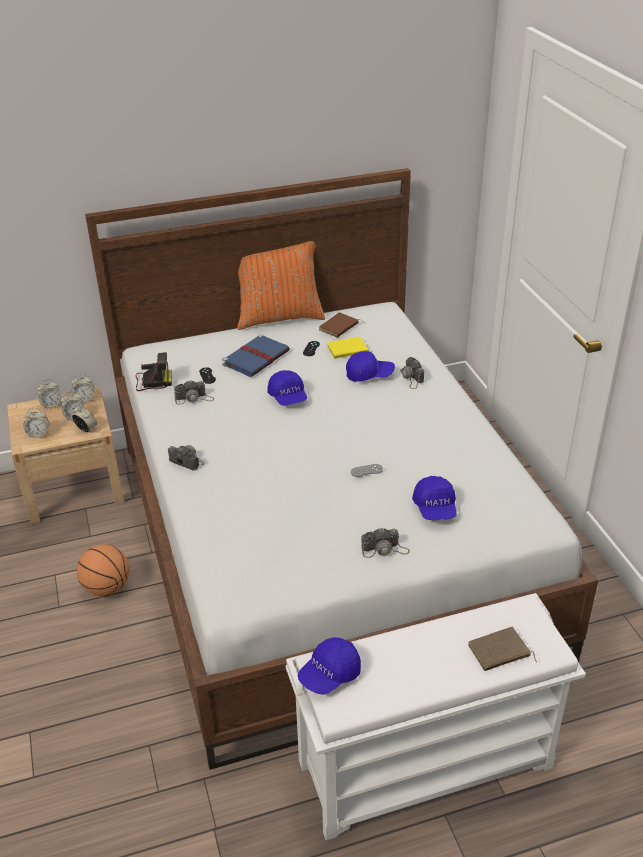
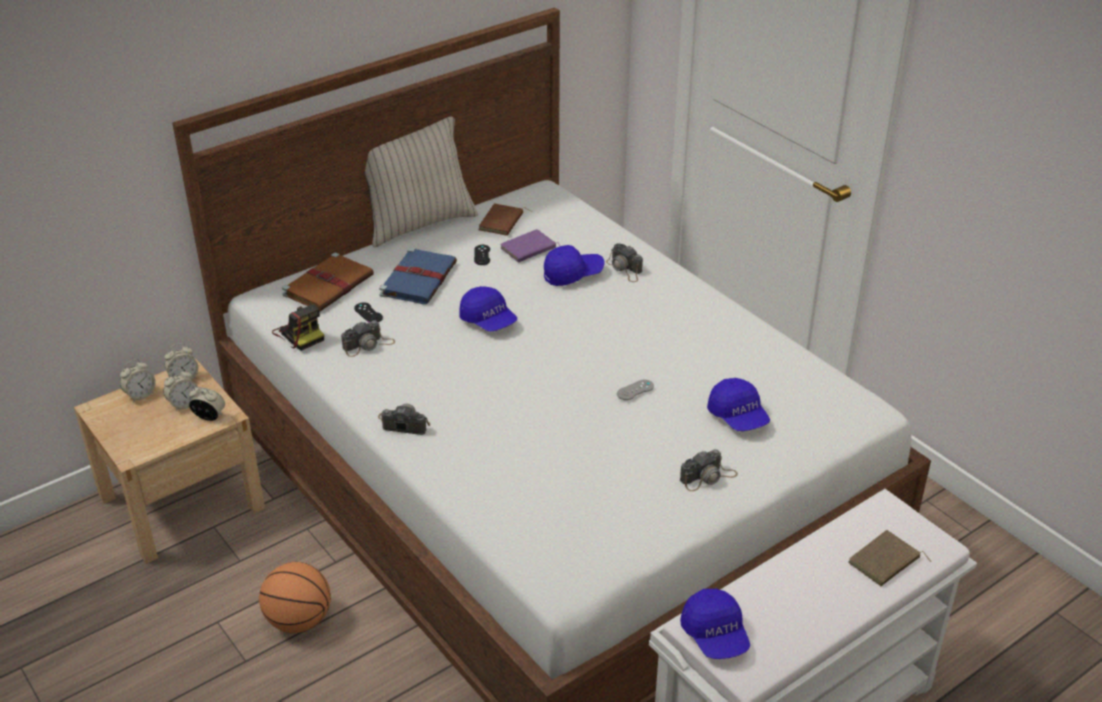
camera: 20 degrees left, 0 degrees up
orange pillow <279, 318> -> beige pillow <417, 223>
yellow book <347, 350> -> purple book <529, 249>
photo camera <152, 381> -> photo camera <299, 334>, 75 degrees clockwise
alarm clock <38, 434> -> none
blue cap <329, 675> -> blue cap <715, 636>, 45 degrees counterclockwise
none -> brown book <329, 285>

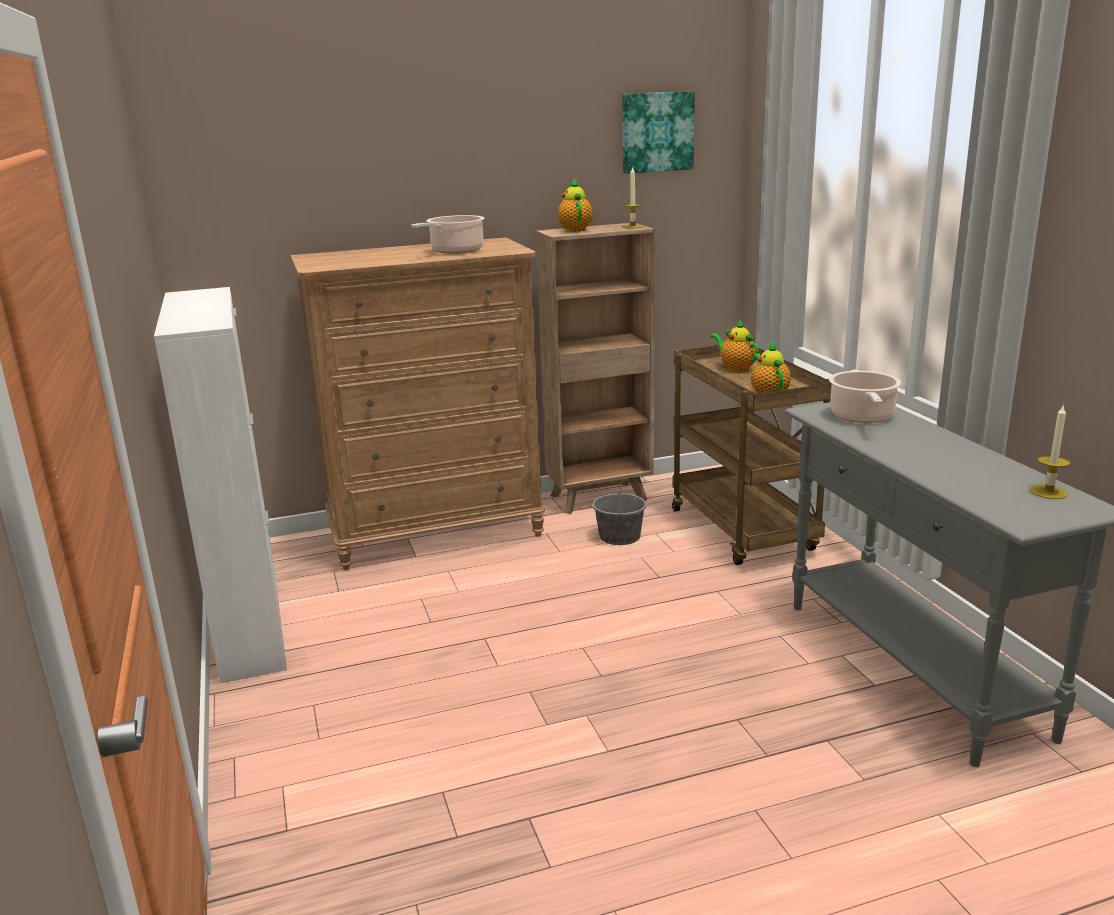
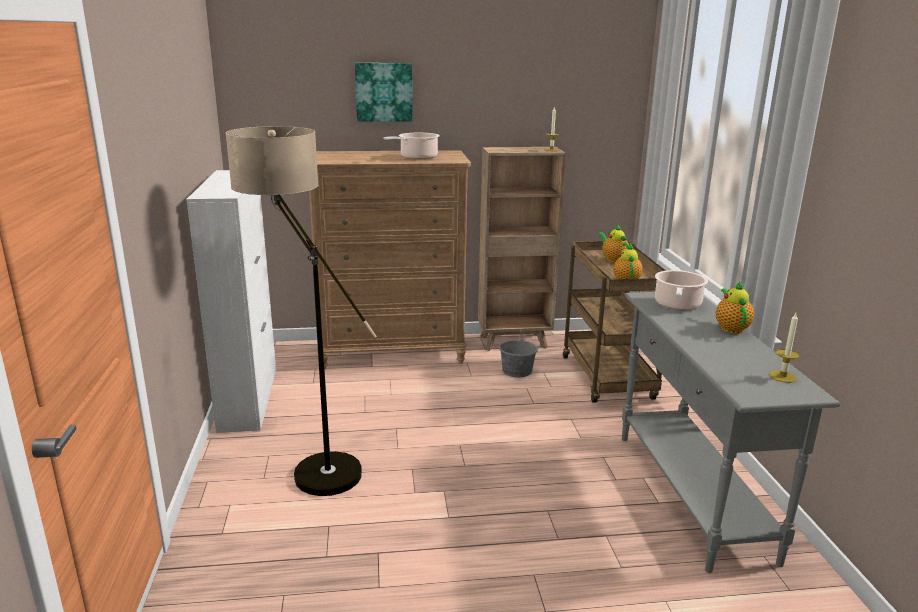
camera: 10 degrees right, 0 degrees up
picture <656, 132> -> picture <384, 92>, relocated
teapot <575, 230> -> teapot <731, 328>, relocated
none -> floor lamp <311, 465>

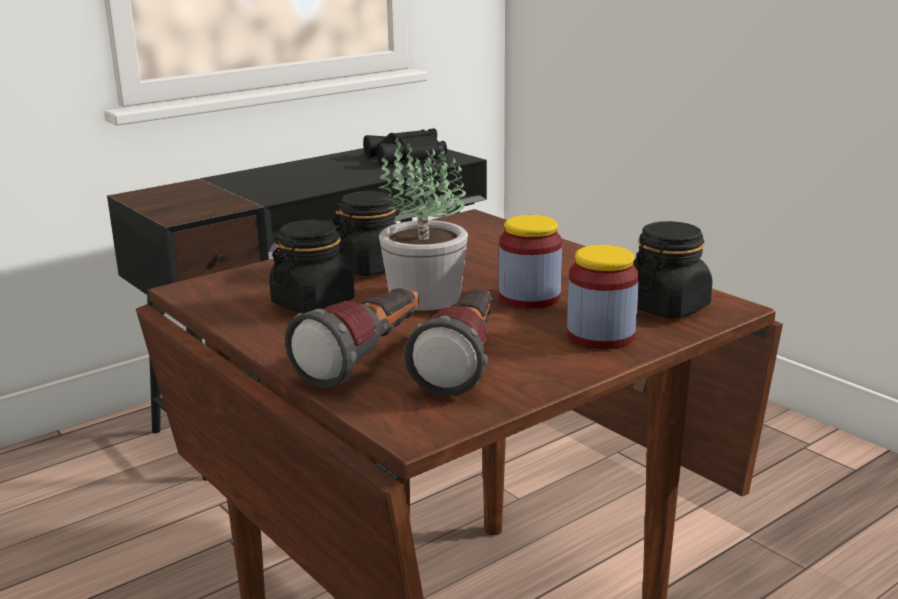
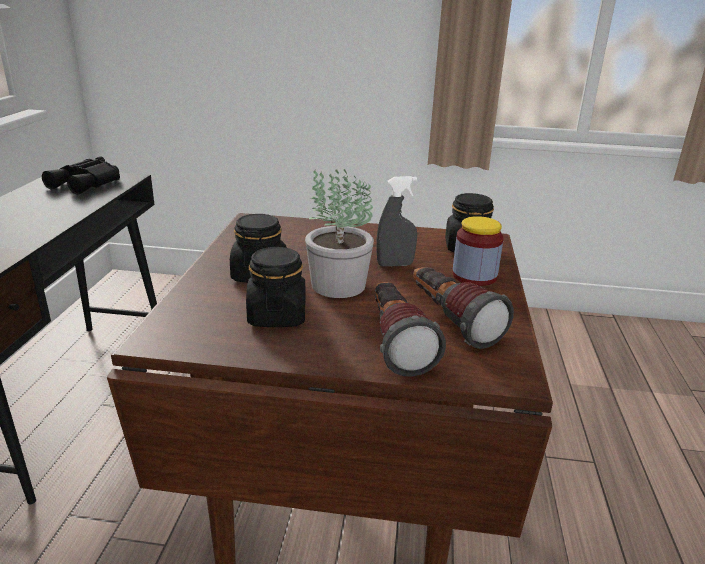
camera: 45 degrees left, 5 degrees up
jar <529, 297> -> grey spray bottle <395, 265>

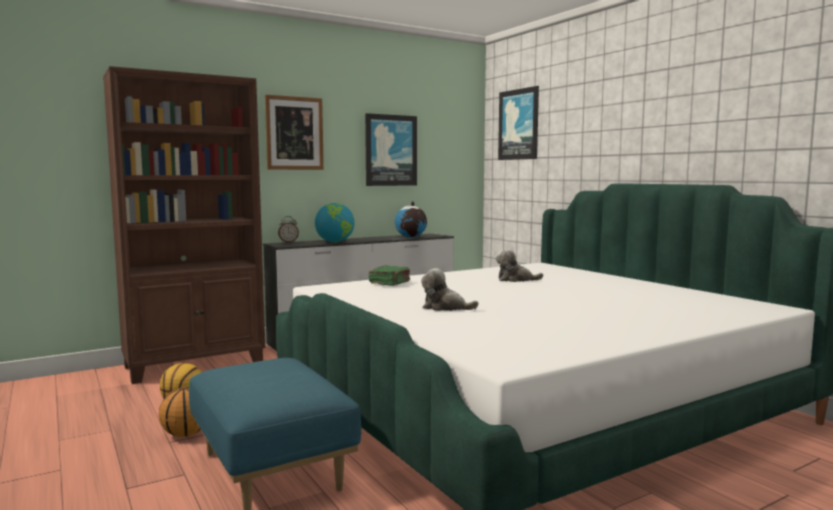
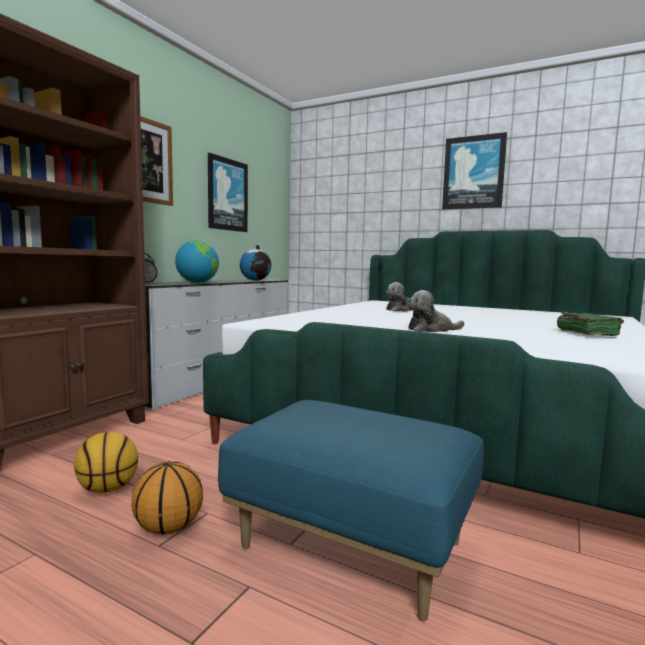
camera: 30 degrees left, 0 degrees up
picture <519, 124> -> picture <473, 172>, relocated
green book <390, 283> -> green book <587, 334>, relocated

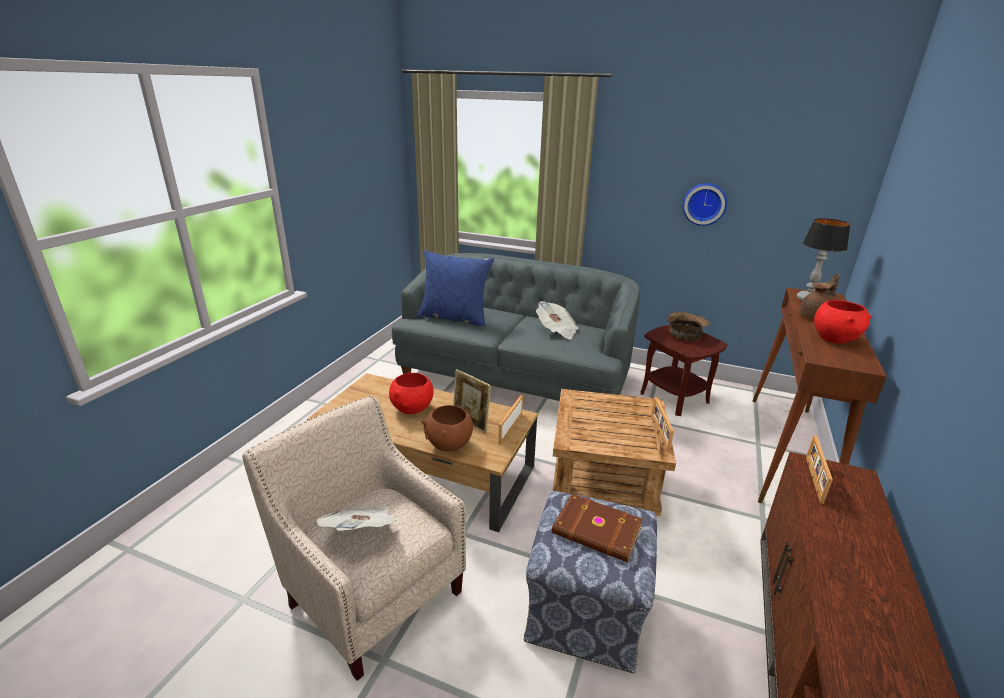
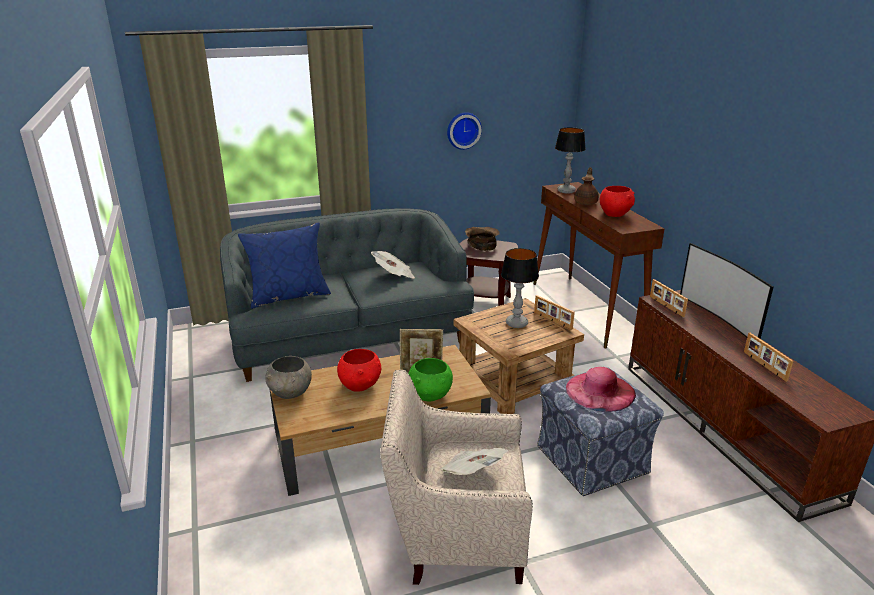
camera: 40 degrees left, 0 degrees up
picture frame <509, 428> -> picture frame <764, 366>, relocated
brown bowl <449, 445> -> green bowl <430, 396>
brown book <597, 531> -> pink hat <600, 391>
none -> television <720, 318>
none -> table lamp <516, 323>
none -> grey bowl <291, 393>

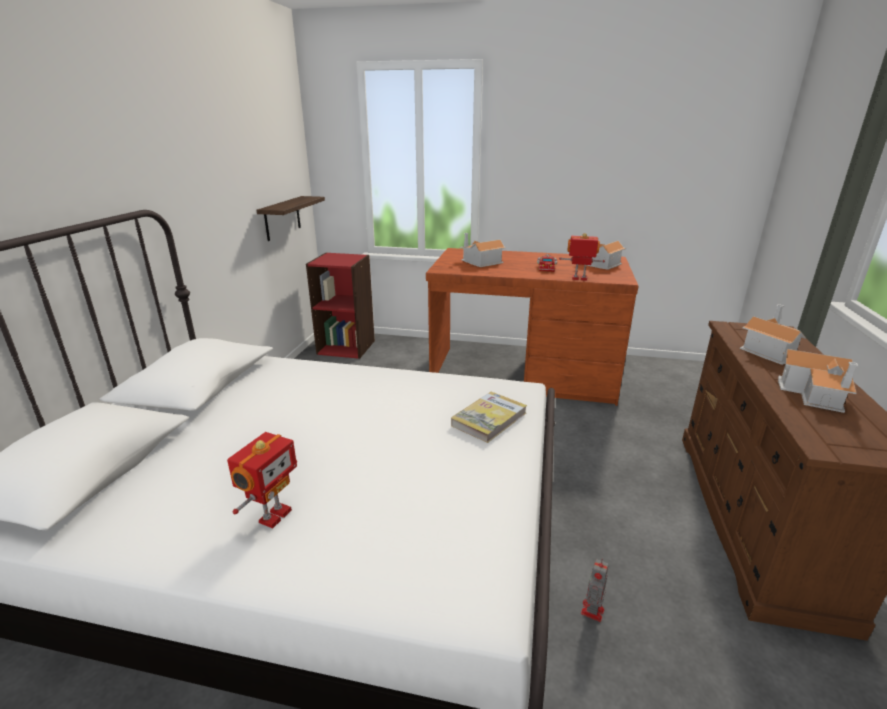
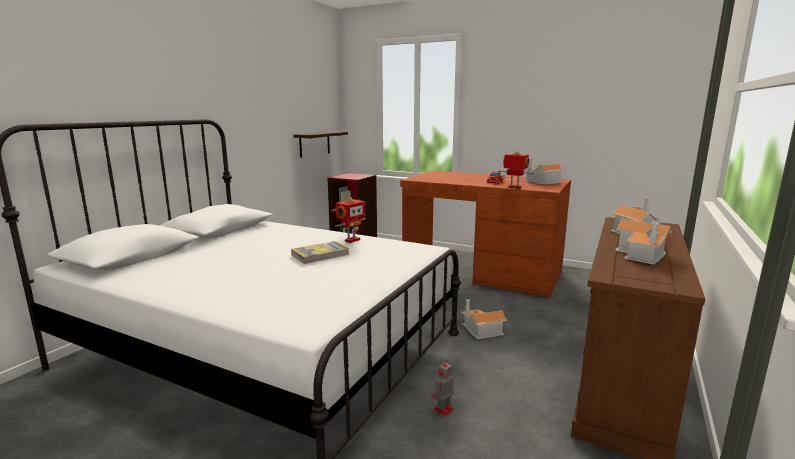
camera: 15 degrees right, 10 degrees down
toy house <480, 262> -> toy house <480, 330>, relocated
book <489, 419> -> book <320, 255>, relocated
toy robot <273, 515> -> toy robot <351, 240>, relocated

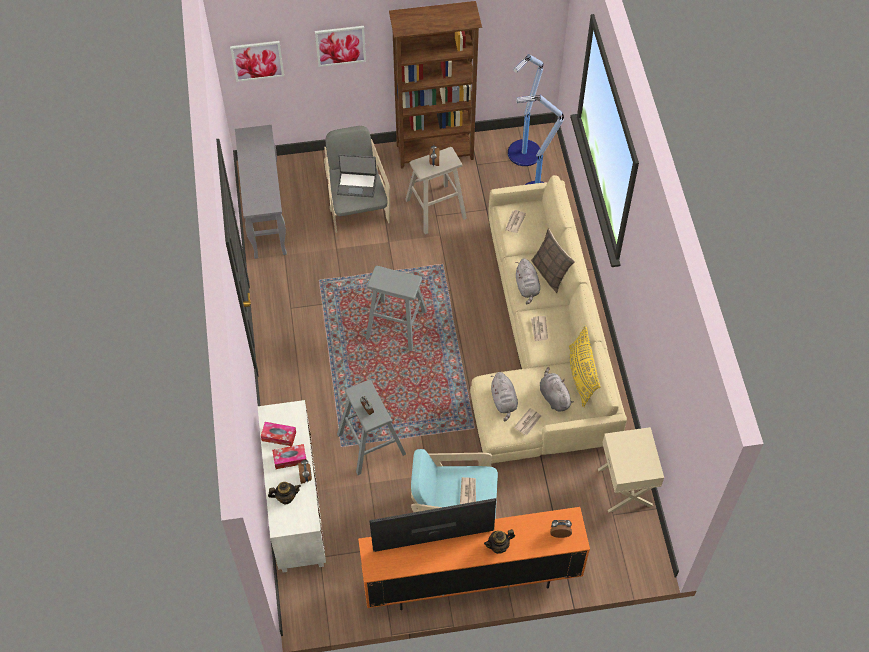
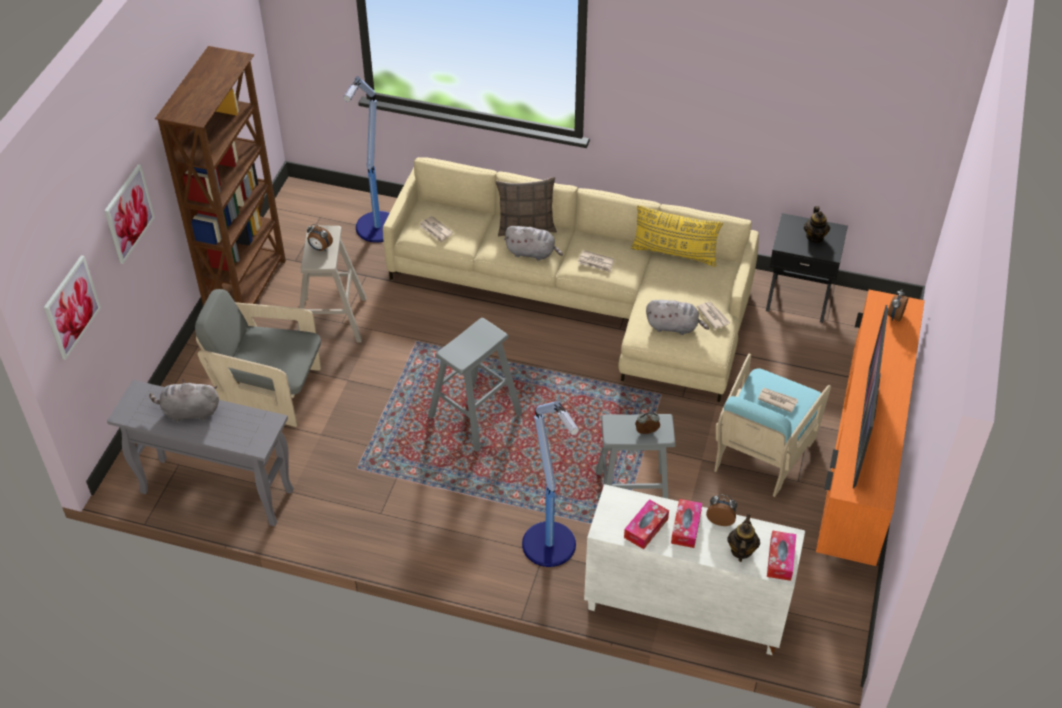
camera: 65 degrees left, 10 degrees down
floor lamp <523, 154> -> floor lamp <550, 546>, relocated
laptop <357, 184> -> none
grey plush toy <554, 396> -> grey plush toy <189, 412>, relocated
beige nightstand <626, 487> -> black nightstand <798, 297>
teapot <499, 546> -> teapot <815, 237>, relocated
none -> tissue box <780, 559>

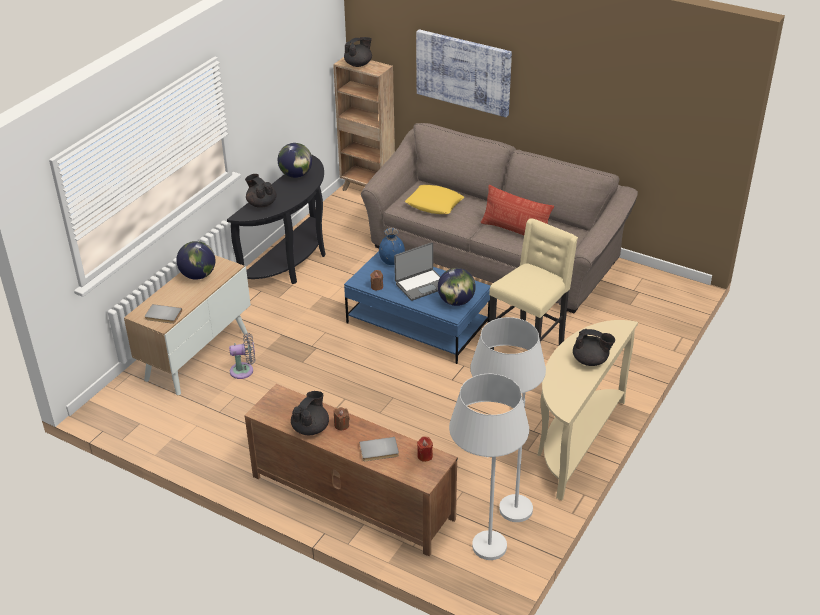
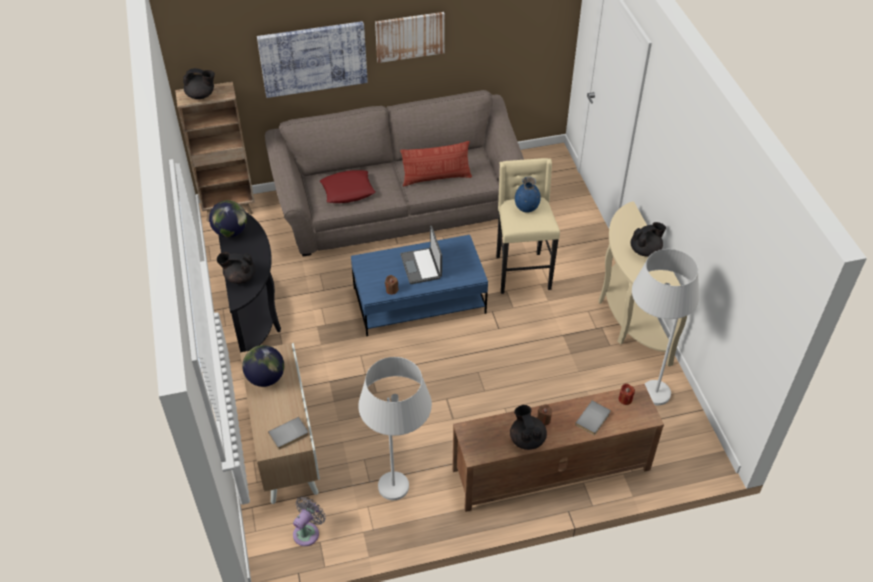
camera: 45 degrees left, 10 degrees up
black teapot <358, 64> -> black teapot <201, 95>, 90 degrees clockwise
yellow pillow <434, 204> -> red pillow <348, 190>
blue vase <392, 261> -> blue vase <526, 207>, relocated
laptop <421, 285> -> laptop <422, 266>, 150 degrees clockwise
globe <456, 302> -> none
grey fan <244, 370> -> grey fan <308, 532>, relocated
white floor lamp <483, 561> -> white floor lamp <400, 501>, relocated
none -> picture <410, 36>

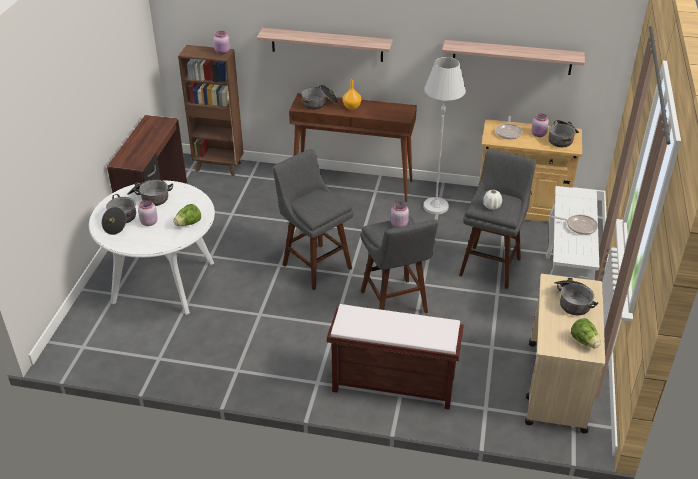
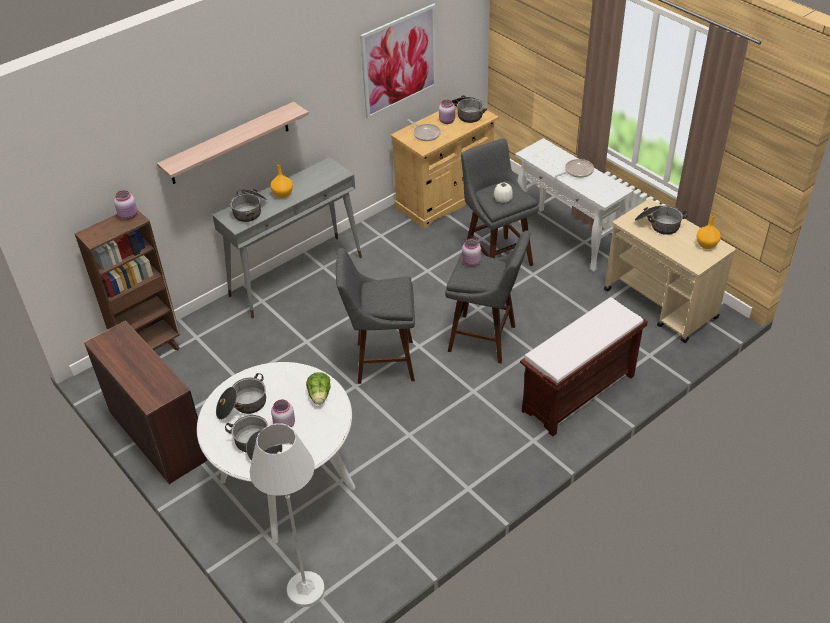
camera: 50 degrees left, 5 degrees up
shelf <512, 57> -> picture <399, 61>
white floor lamp <435, 206> -> white floor lamp <305, 590>, relocated
brown console table <353, 184> -> grey console table <297, 276>
lettuce <584, 341> -> orange vase <706, 244>

